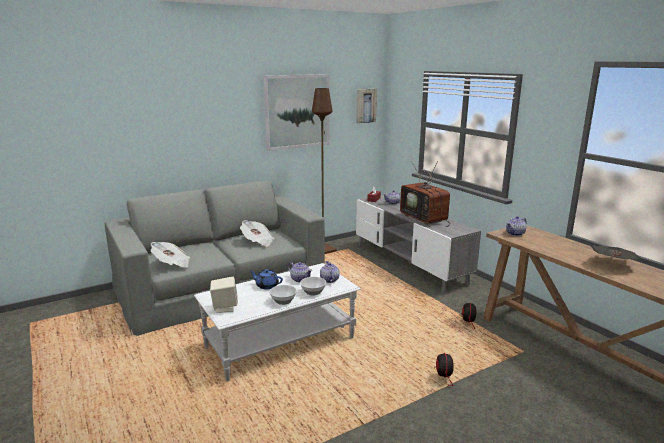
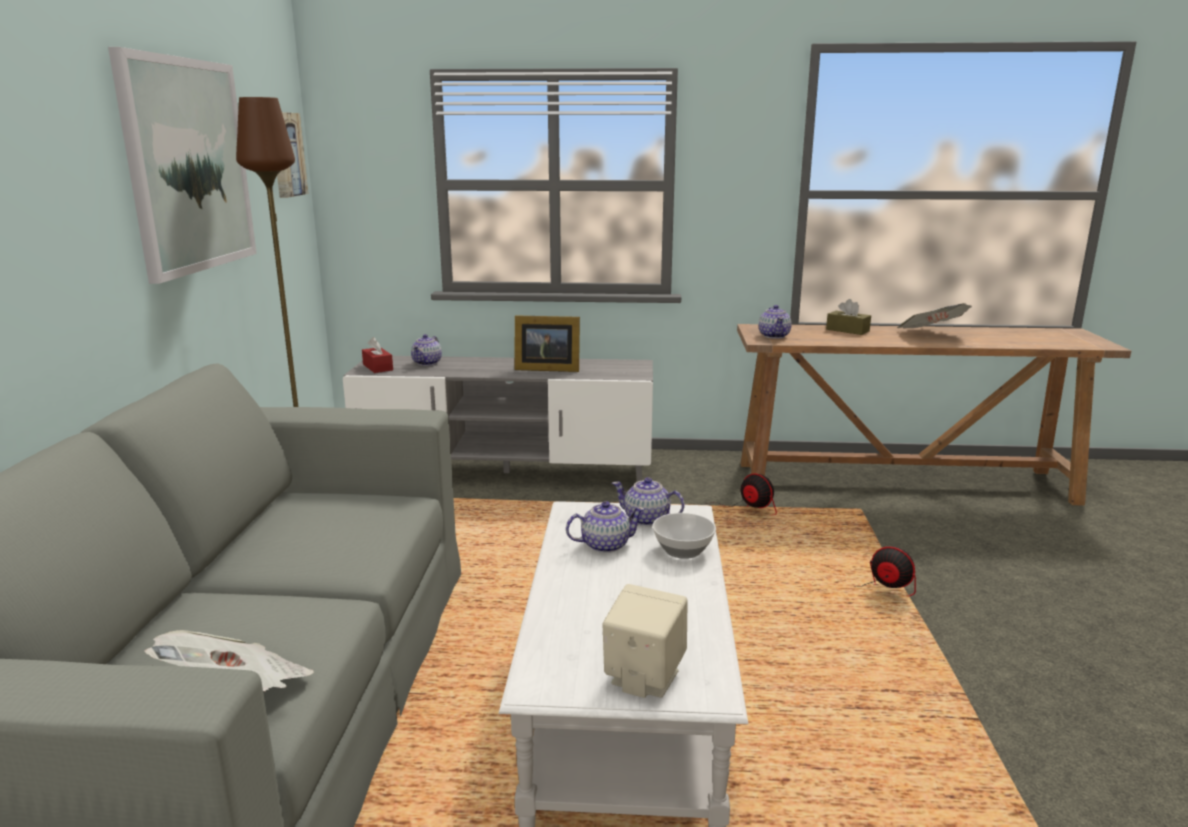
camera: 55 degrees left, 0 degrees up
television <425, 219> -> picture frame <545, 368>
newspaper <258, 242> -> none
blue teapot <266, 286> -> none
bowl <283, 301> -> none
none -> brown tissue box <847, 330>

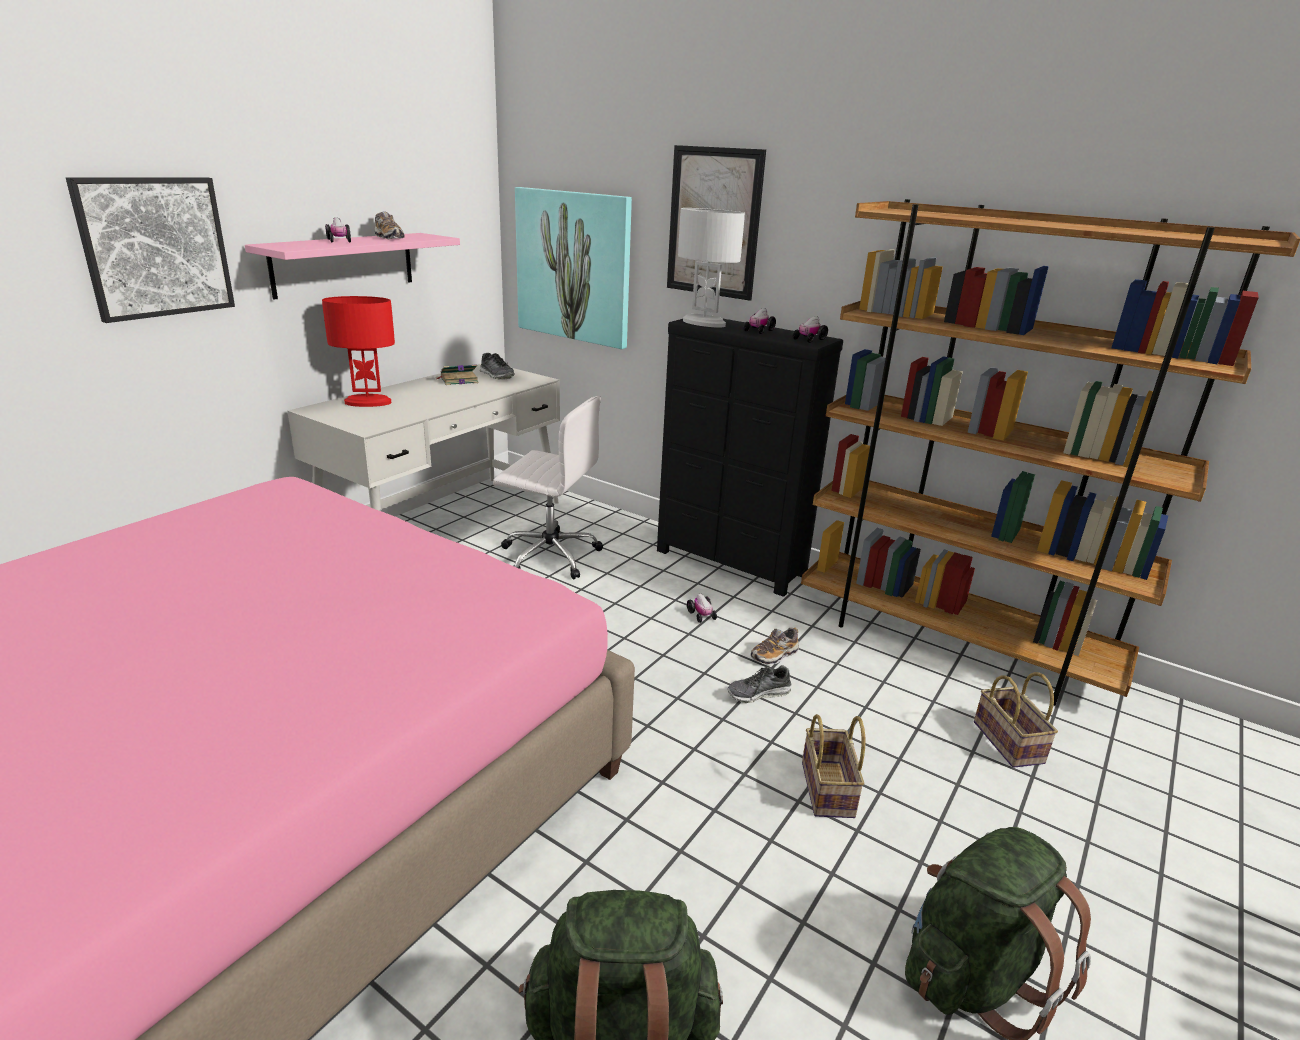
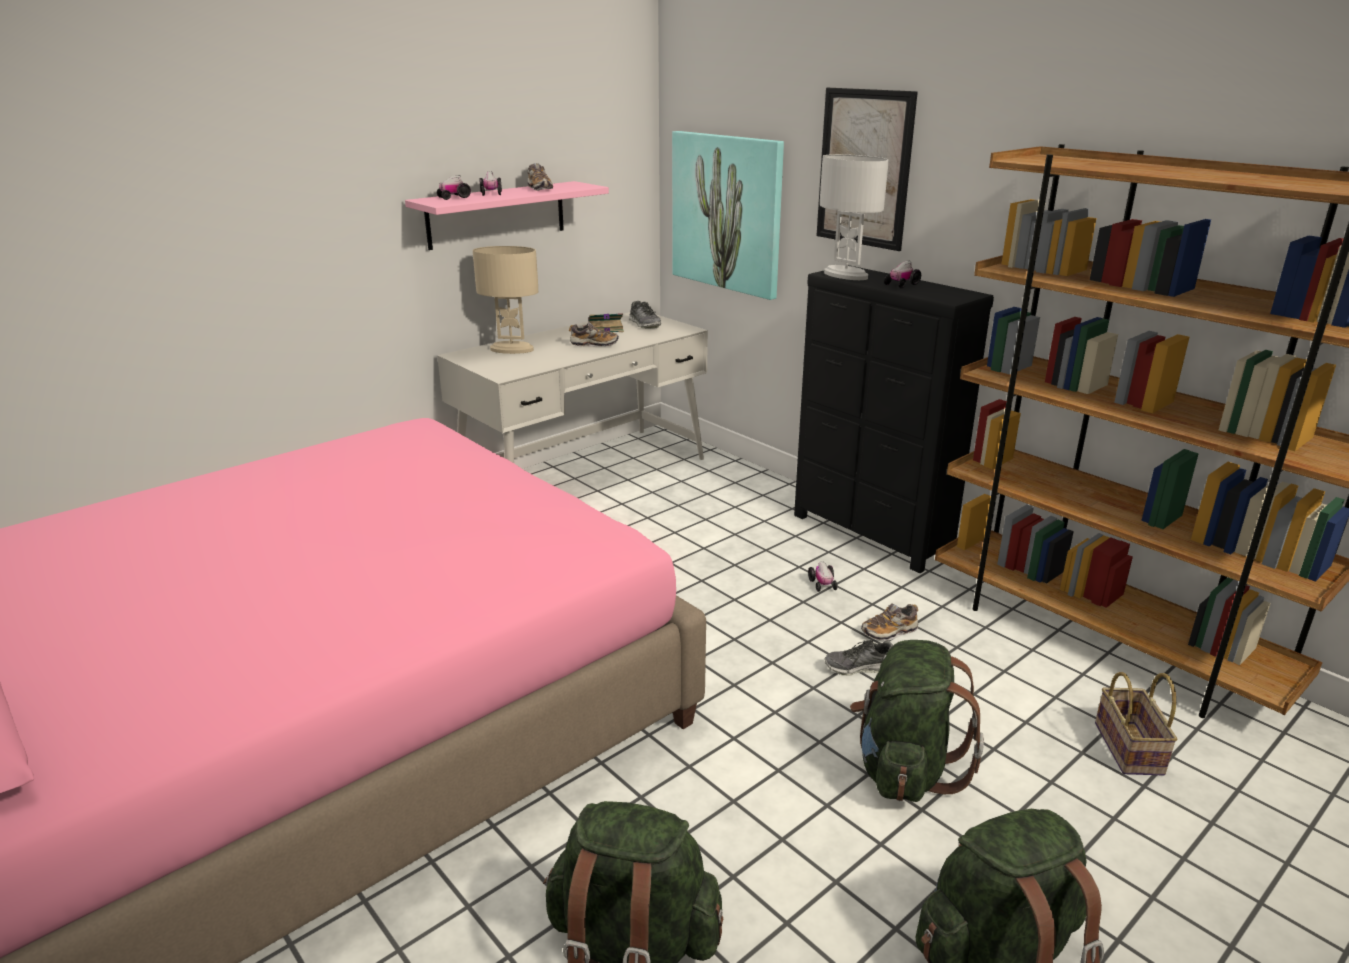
camera: 15 degrees right, 0 degrees up
picture <155, 247> -> none
red table lamp <368, 402> -> beige table lamp <512, 349>
toy car <809, 339> -> toy car <454, 198>, relocated
white office chair <548, 555> -> none
basket <829, 791> -> green backpack <904, 769>
none -> shoe <594, 344>

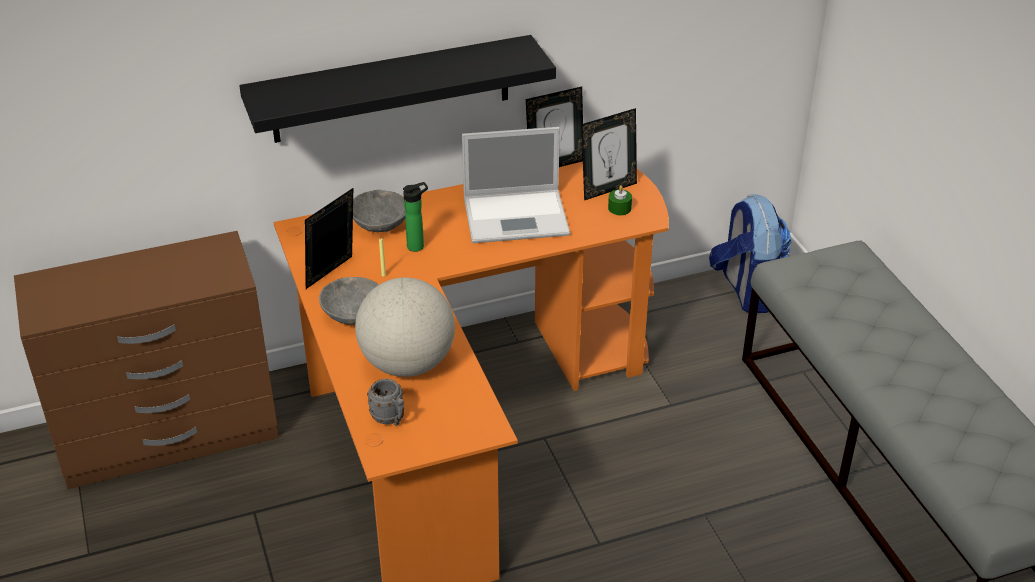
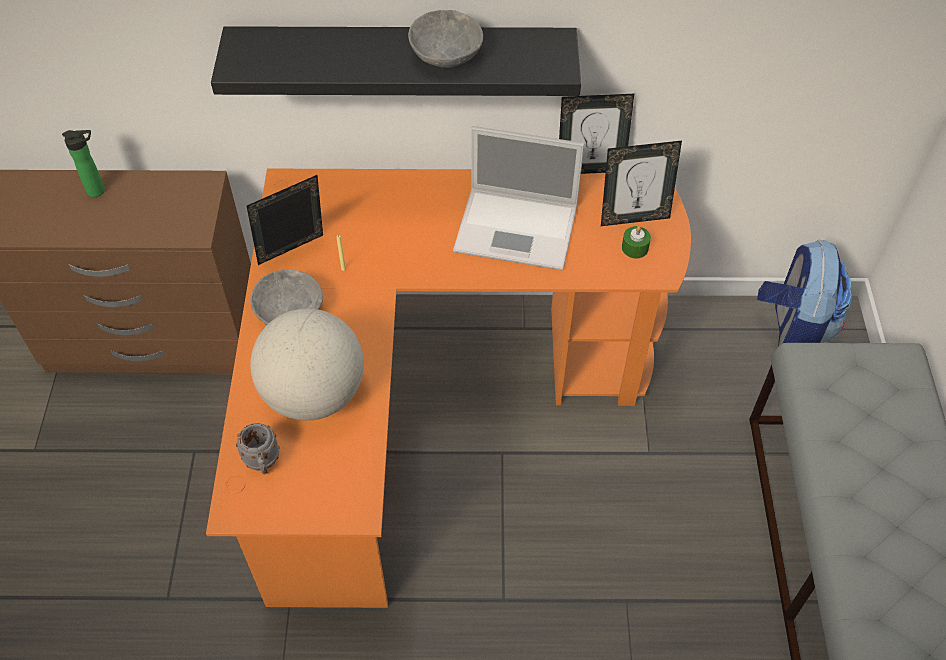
camera: 20 degrees right, 15 degrees up
bottle <418, 246> -> bottle <99, 190>, relocated
grey bowl <379, 224> -> grey bowl <445, 55>, relocated

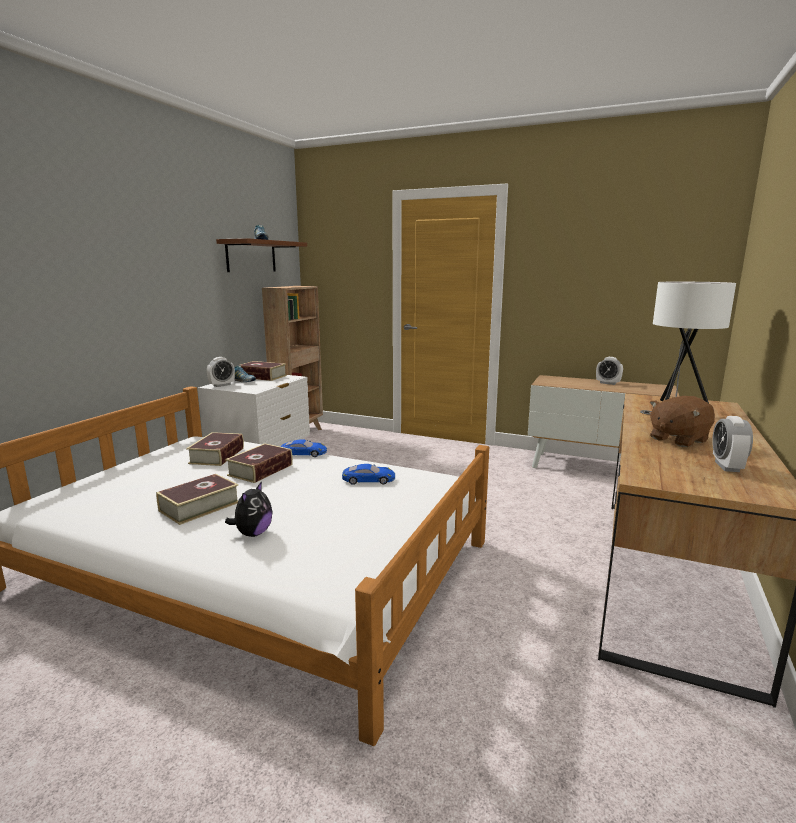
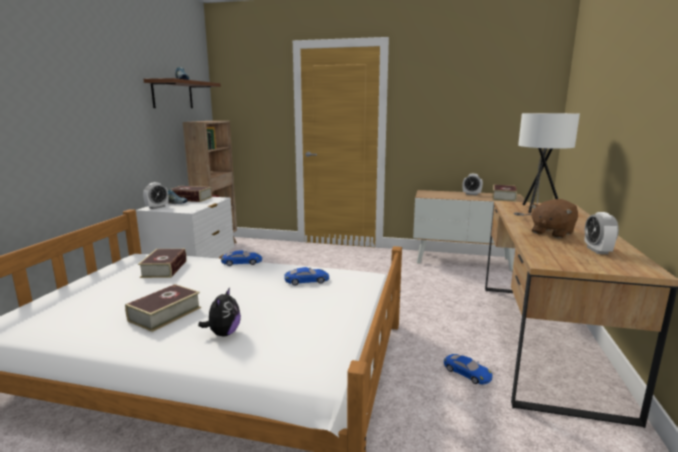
camera: 10 degrees left, 0 degrees up
book <260, 470> -> book <503, 197>, relocated
none -> blue toy car <467, 372>

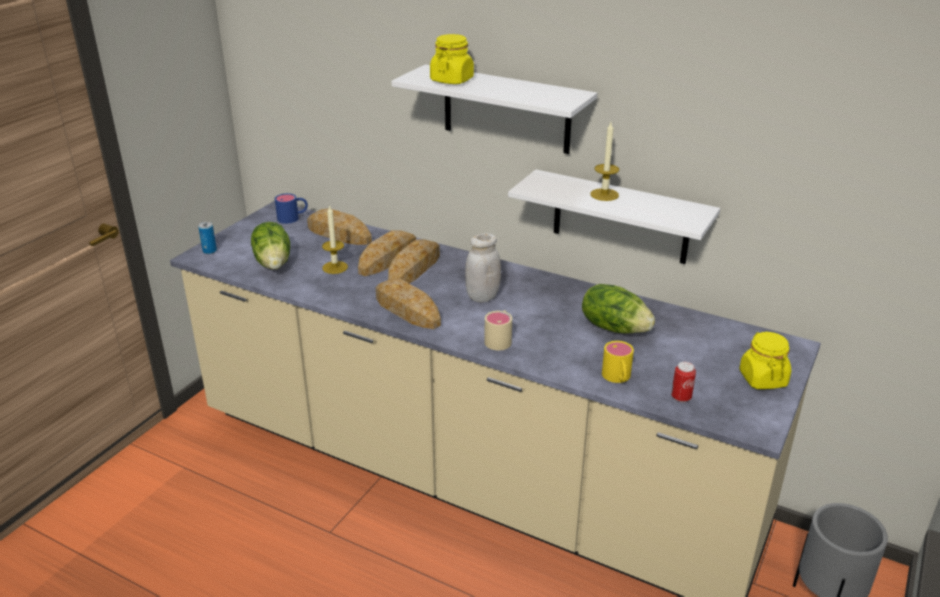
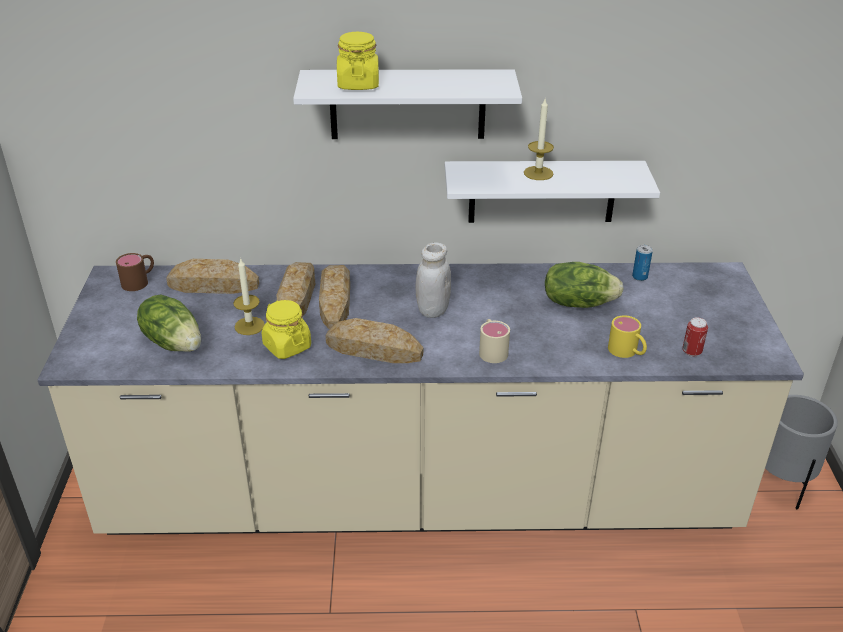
camera: 30 degrees left, 5 degrees up
blue mug <293, 218> -> brown mug <140, 281>
can <209, 251> -> can <639, 277>, relocated
yellow jar <762, 379> -> yellow jar <287, 346>, relocated

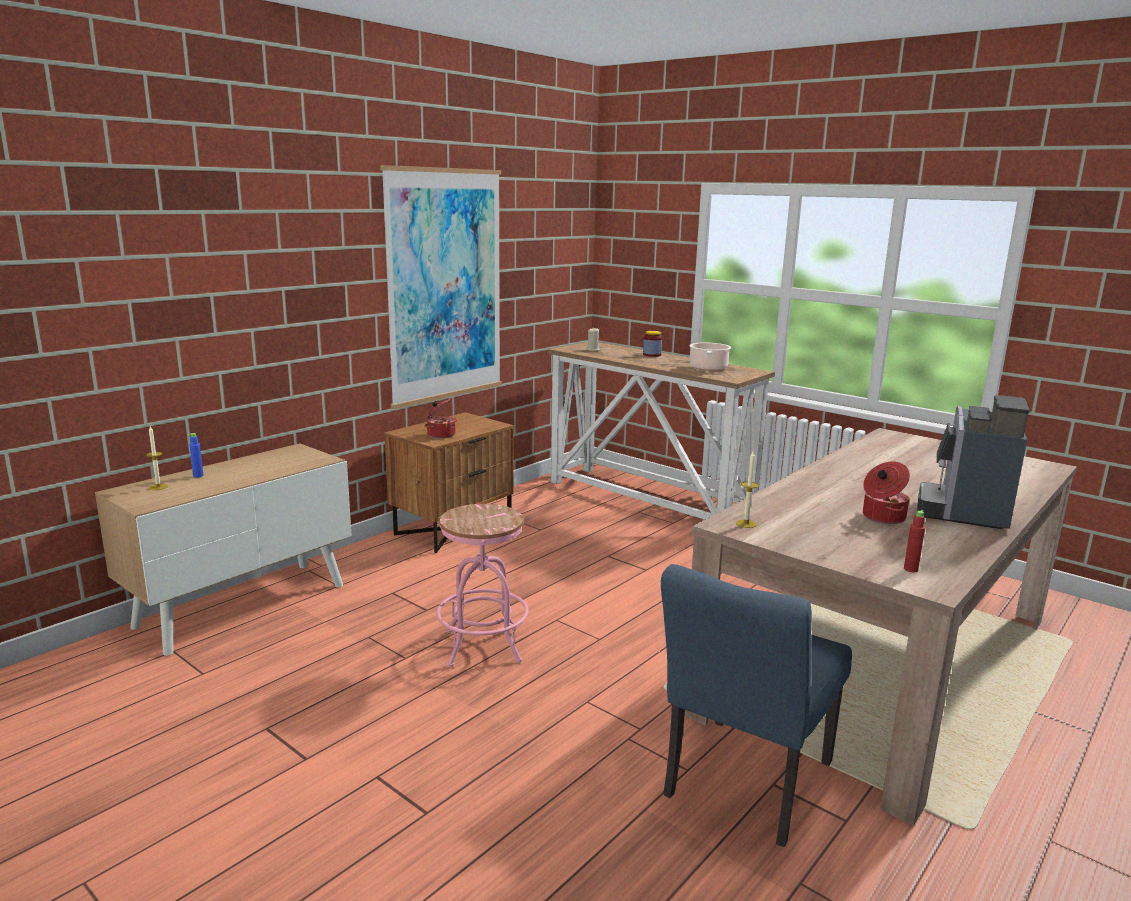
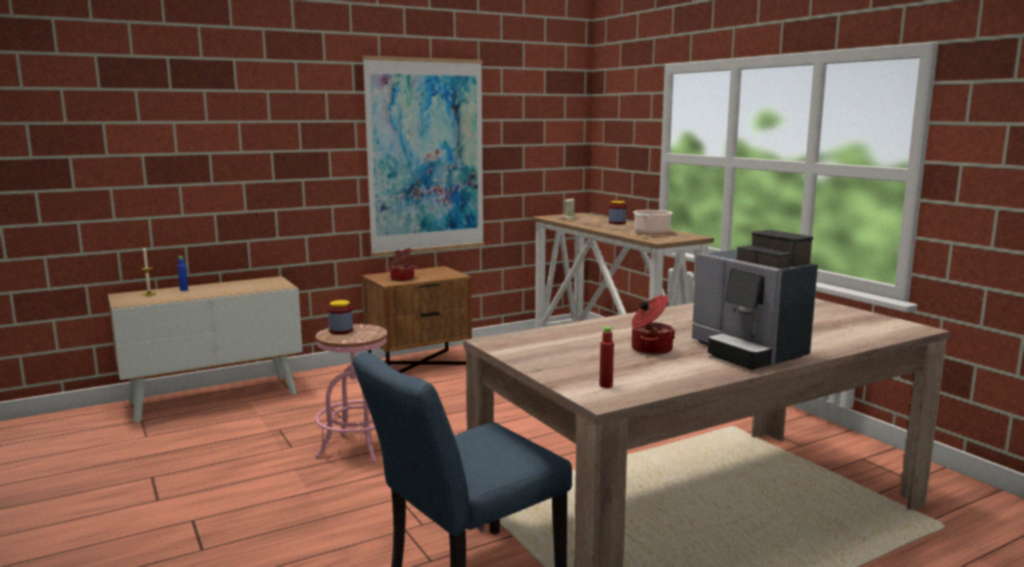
camera: 20 degrees right, 5 degrees down
coffee machine <965, 510> -> coffee machine <747, 352>, 75 degrees counterclockwise
candle <746, 523> -> none
none -> jar <341, 331>

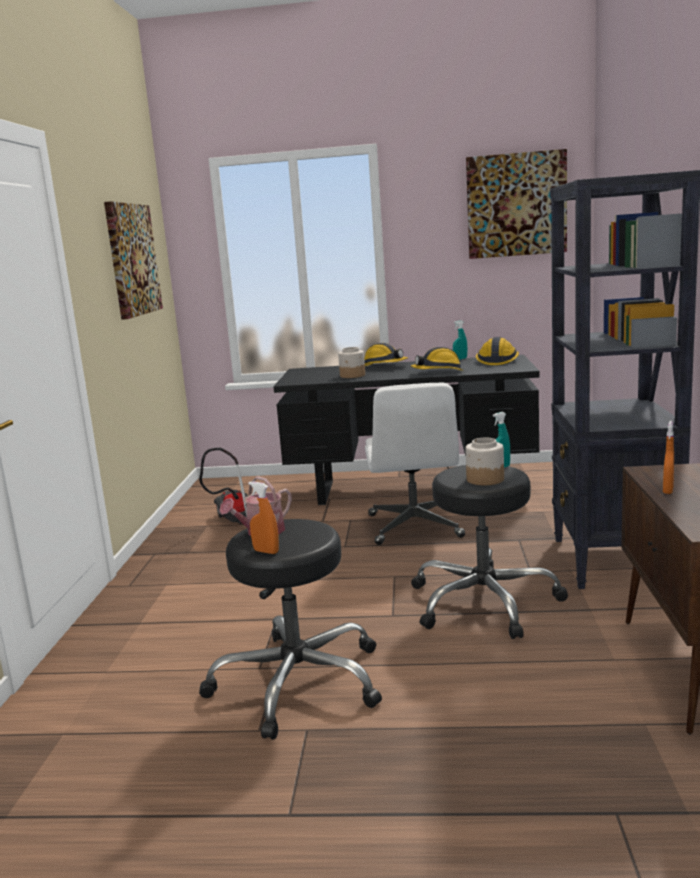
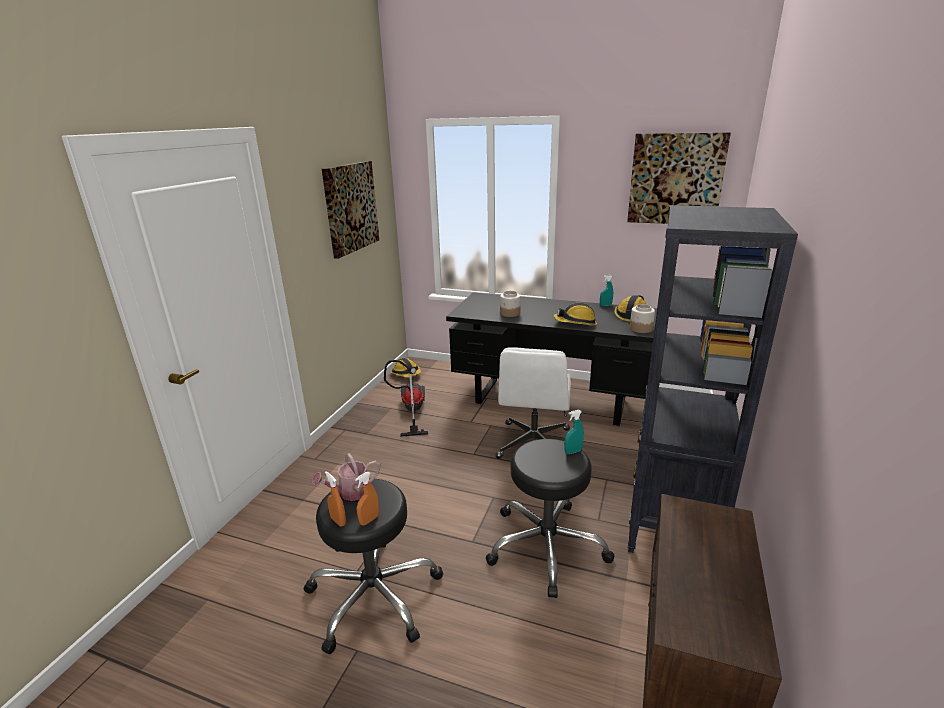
camera: 15 degrees right, 10 degrees up
hard hat <384, 366> -> hard hat <406, 374>, relocated
orange spray bottle <668, 490> -> orange spray bottle <369, 520>, relocated
jar <484, 479> -> jar <640, 329>, relocated

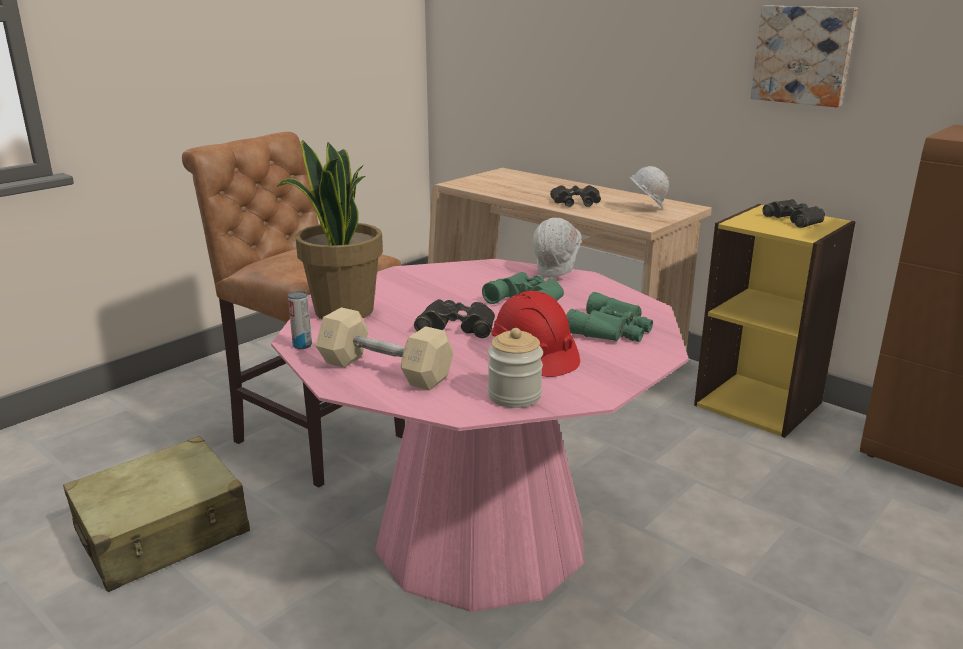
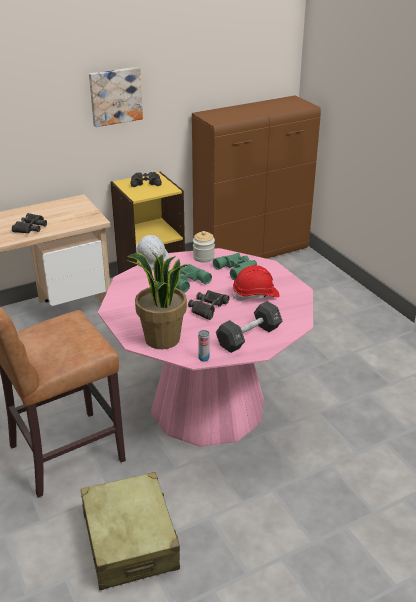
camera: 70 degrees left, 10 degrees up
white hard hat <646, 209> -> none
beige dumbbell <385, 370> -> black dumbbell <249, 337>
jar <514, 396> -> jar <203, 257>, relocated

